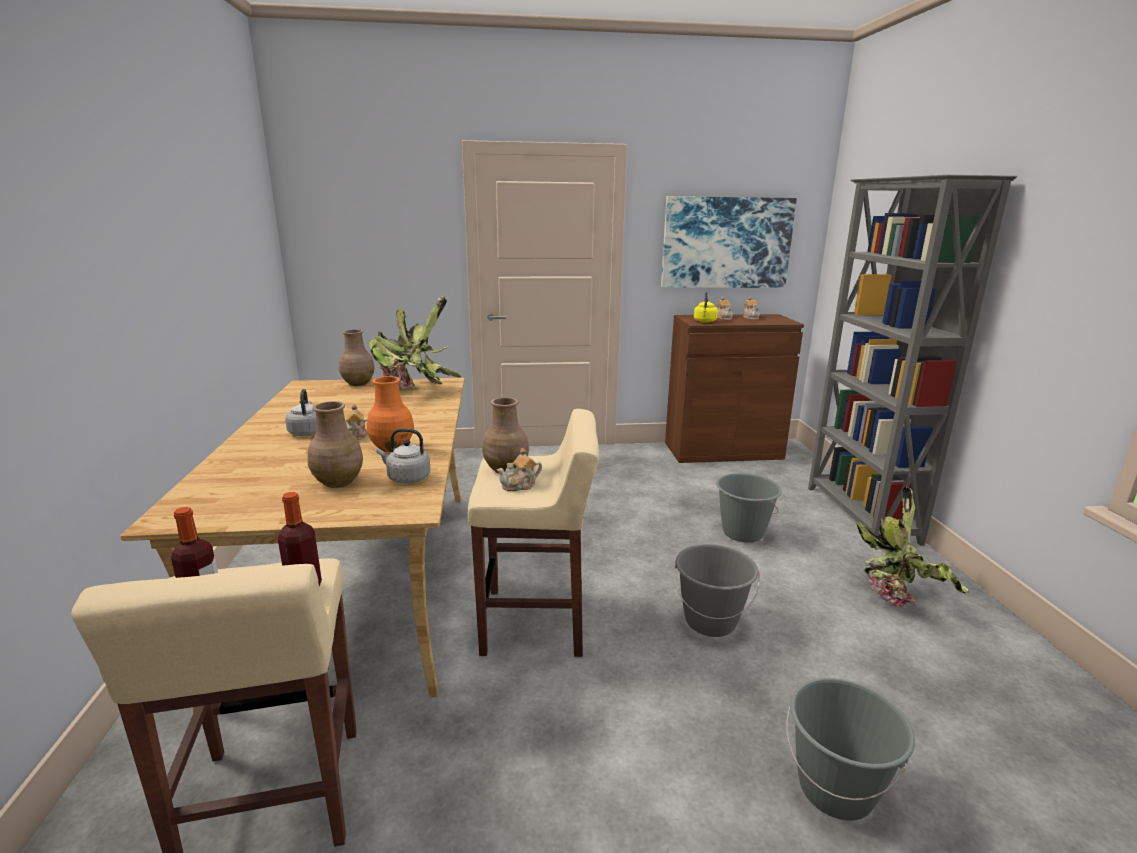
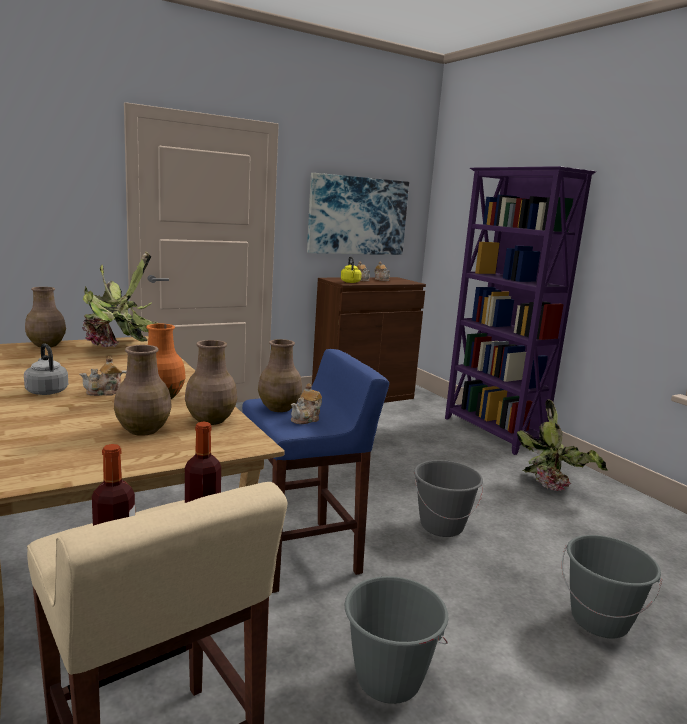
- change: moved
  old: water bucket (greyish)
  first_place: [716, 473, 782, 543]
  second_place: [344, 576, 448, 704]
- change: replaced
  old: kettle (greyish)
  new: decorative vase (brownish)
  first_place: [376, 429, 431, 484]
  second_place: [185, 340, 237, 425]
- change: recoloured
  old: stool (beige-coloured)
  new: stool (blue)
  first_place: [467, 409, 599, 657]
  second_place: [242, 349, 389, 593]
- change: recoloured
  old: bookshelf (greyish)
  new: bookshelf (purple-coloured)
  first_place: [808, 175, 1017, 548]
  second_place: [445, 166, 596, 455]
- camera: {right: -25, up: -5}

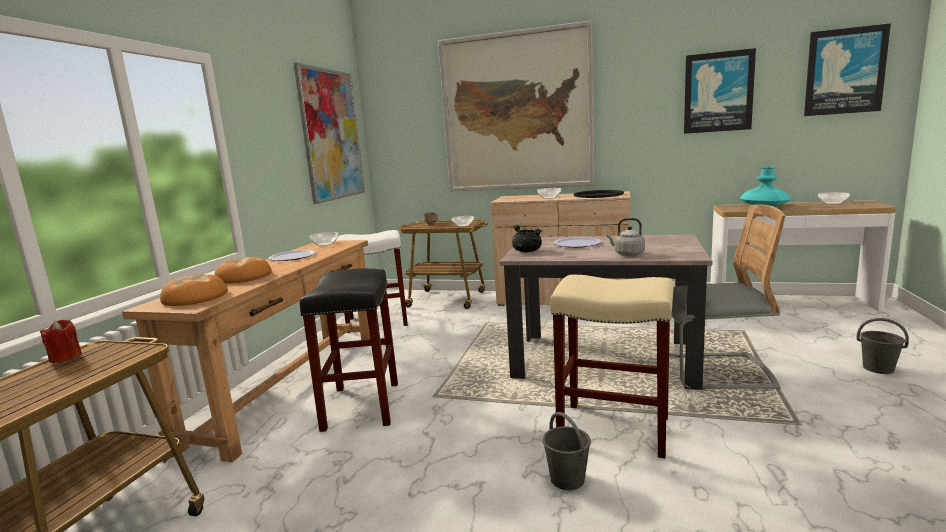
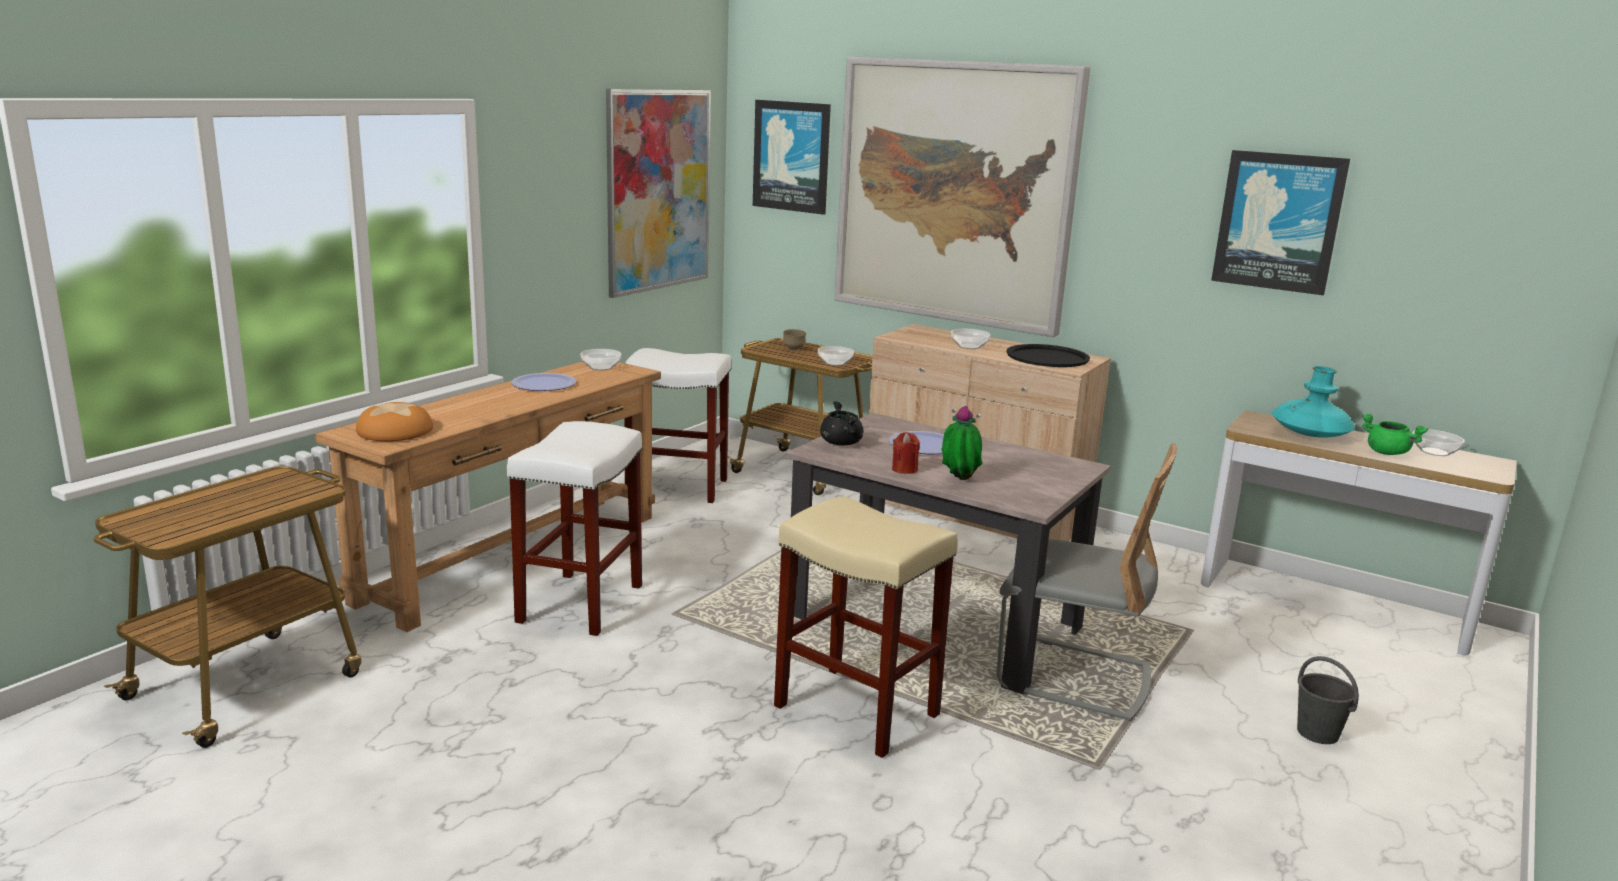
- change: removed
  old: baked bread
  first_place: [214, 257, 272, 284]
- change: removed
  old: water bucket (greyish)
  first_place: [542, 412, 591, 490]
- change: added
  new: stockpot (greenish)
  second_place: [1362, 414, 1428, 455]
- change: moved
  old: wax candle (red-coloured)
  first_place: [40, 320, 82, 363]
  second_place: [892, 432, 920, 474]
- change: moved
  old: wall picture
  first_place: [804, 23, 891, 116]
  second_place: [753, 100, 831, 215]
- change: replaced
  old: kettle (greyish)
  new: potted plant
  first_place: [607, 218, 645, 256]
  second_place: [941, 406, 982, 480]
- change: recoloured
  old: stool (blackish)
  new: stool (whitish)
  first_place: [300, 268, 398, 432]
  second_place: [507, 421, 643, 636]
- camera: {right: 15, up: 5}

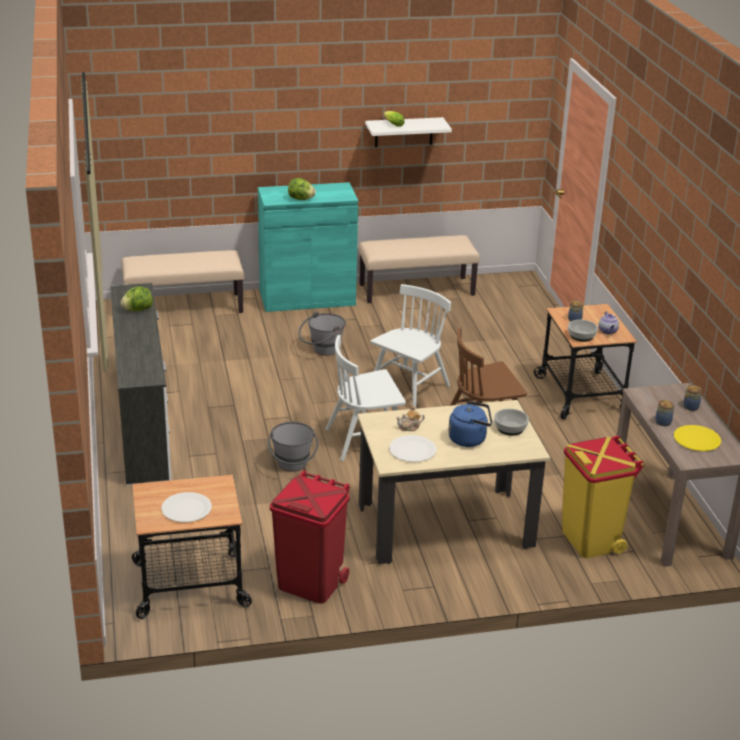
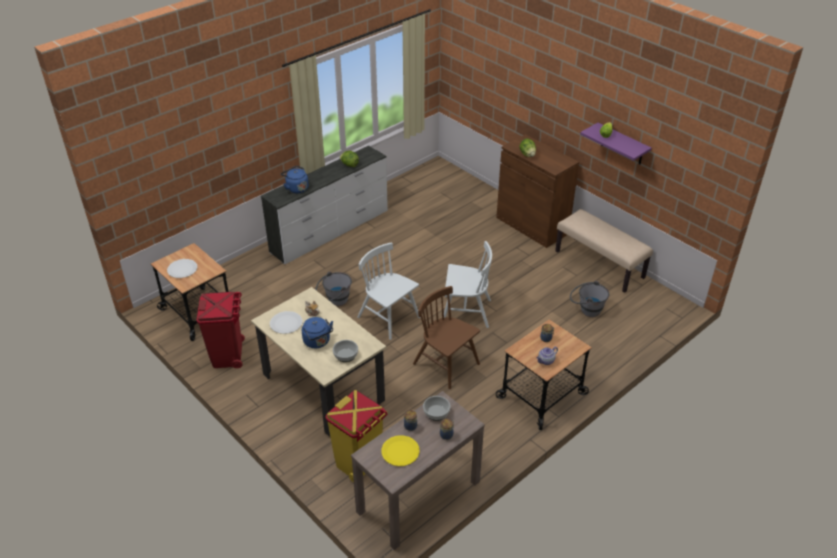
- change: removed
  old: indoor bench (beige-coloured)
  first_place: [122, 250, 244, 313]
- change: added
  new: kettle (blue)
  second_place: [281, 166, 309, 194]
- change: moved
  old: water bucket (greyish)
  first_place: [298, 311, 346, 356]
  second_place: [570, 281, 609, 317]
- change: moved
  old: serving bowl
  first_place: [568, 320, 598, 342]
  second_place: [423, 396, 451, 421]
- change: recoloured
  old: storage cabinet (turquoise)
  new: storage cabinet (brownish)
  first_place: [258, 182, 358, 312]
  second_place: [496, 134, 579, 248]
- change: recoloured
  old: bracket shelf (whitish)
  new: bracket shelf (purple-coloured)
  first_place: [365, 117, 452, 147]
  second_place: [580, 123, 652, 164]
- camera: {right: 60, up: 10}

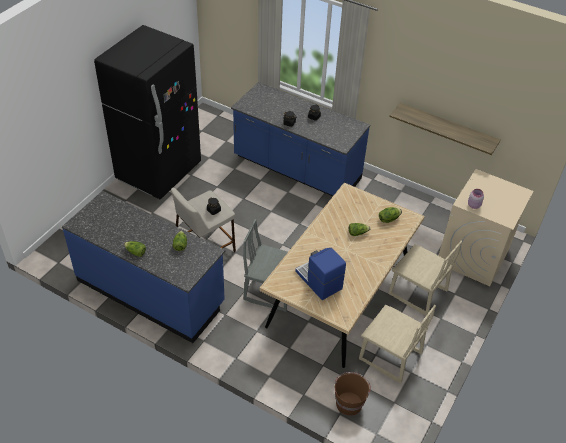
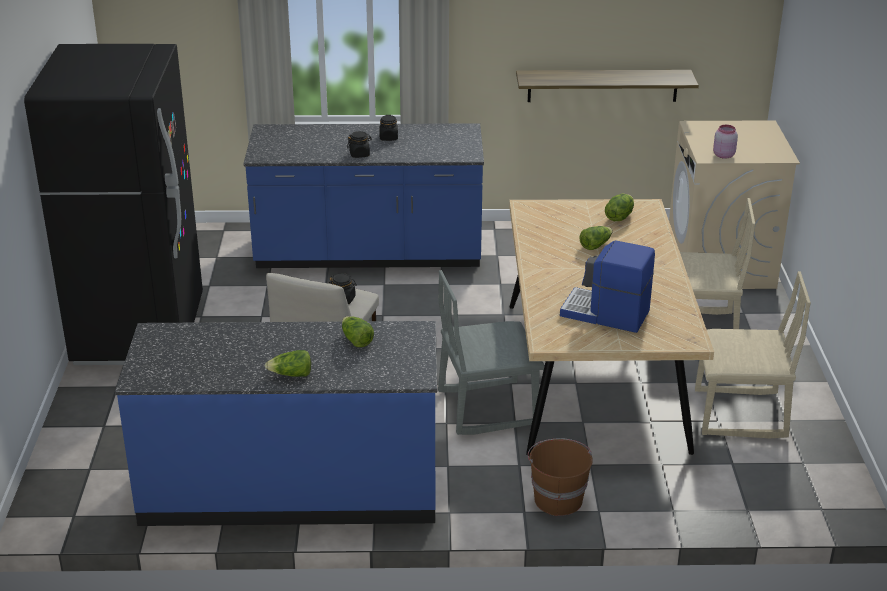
- change: moved
  old: water bucket (brownish)
  first_place: [335, 372, 371, 416]
  second_place: [528, 438, 593, 516]
- camera: {right: -30, up: -15}

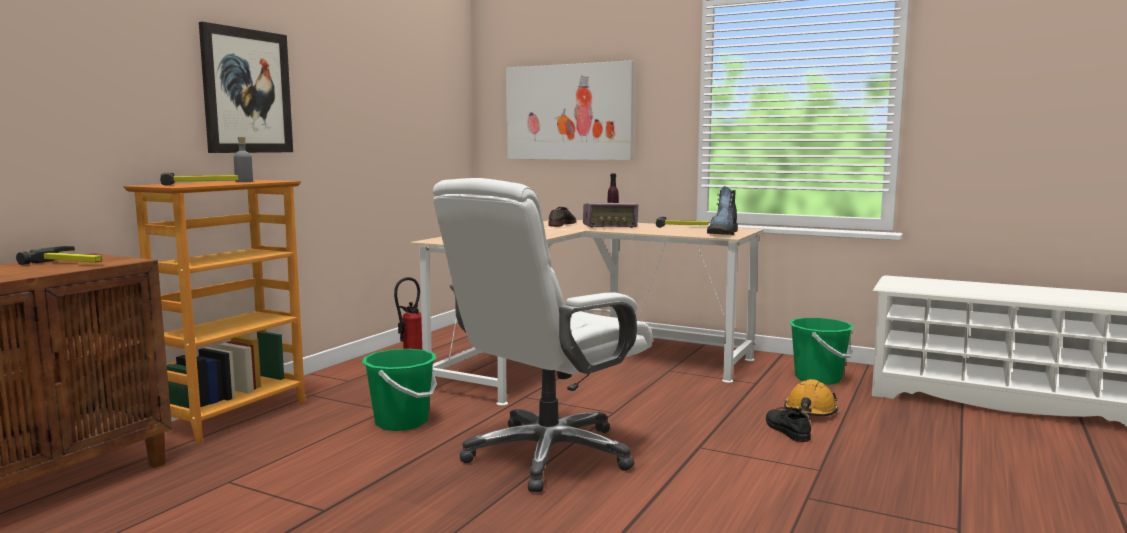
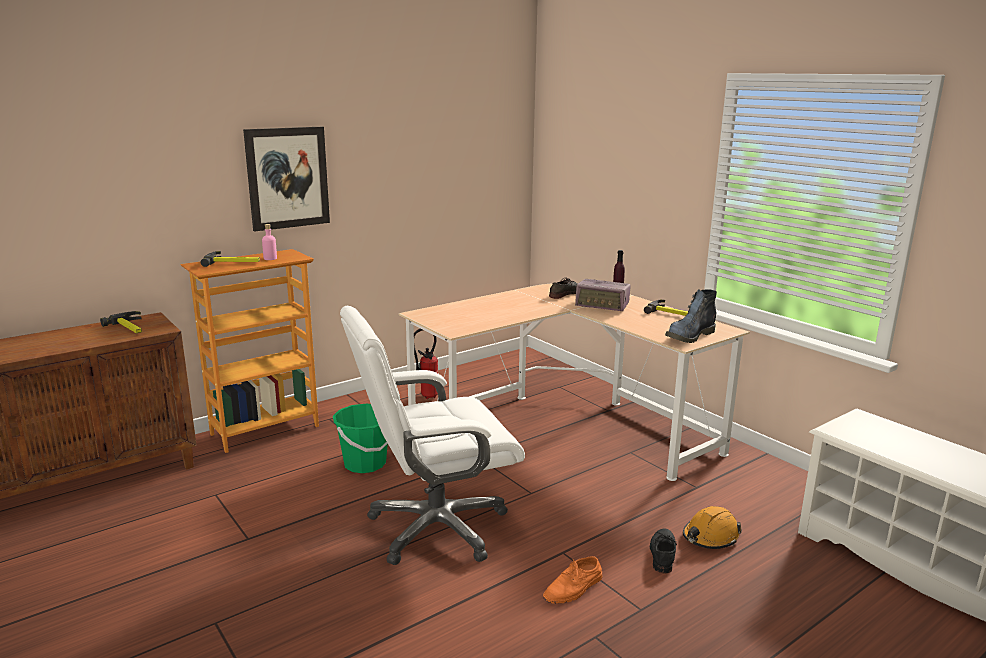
- change: removed
  old: wall picture
  first_place: [506, 60, 634, 160]
- change: removed
  old: water bucket (greenish)
  first_place: [789, 318, 854, 385]
- change: added
  new: shoe (orange)
  second_place: [543, 556, 602, 604]
- change: recoloured
  old: beverage bottle (greyish)
  new: beverage bottle (pink-coloured)
  first_place: [234, 137, 253, 182]
  second_place: [262, 224, 277, 260]
- camera: {right: 25, up: 10}

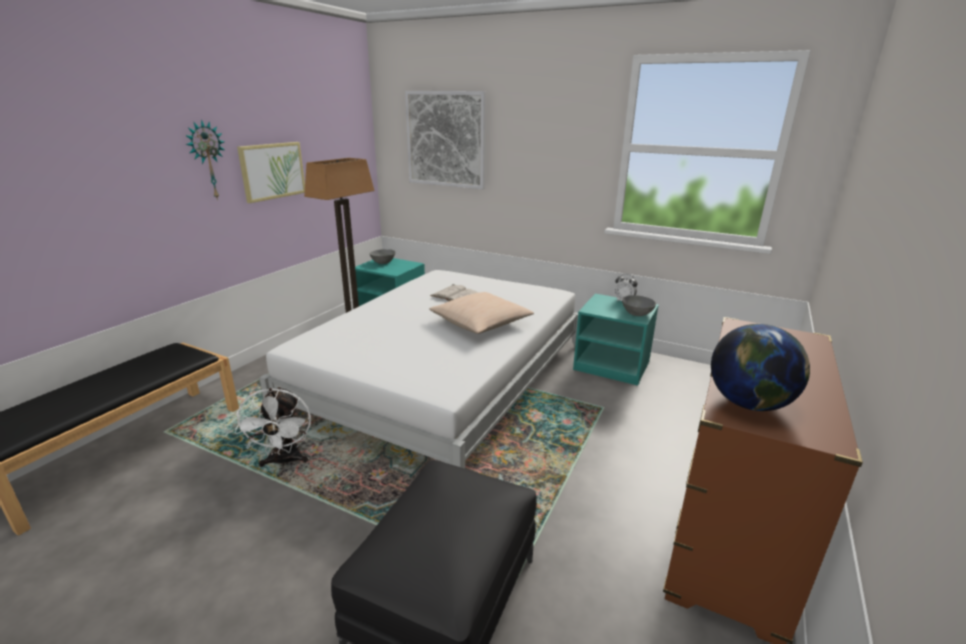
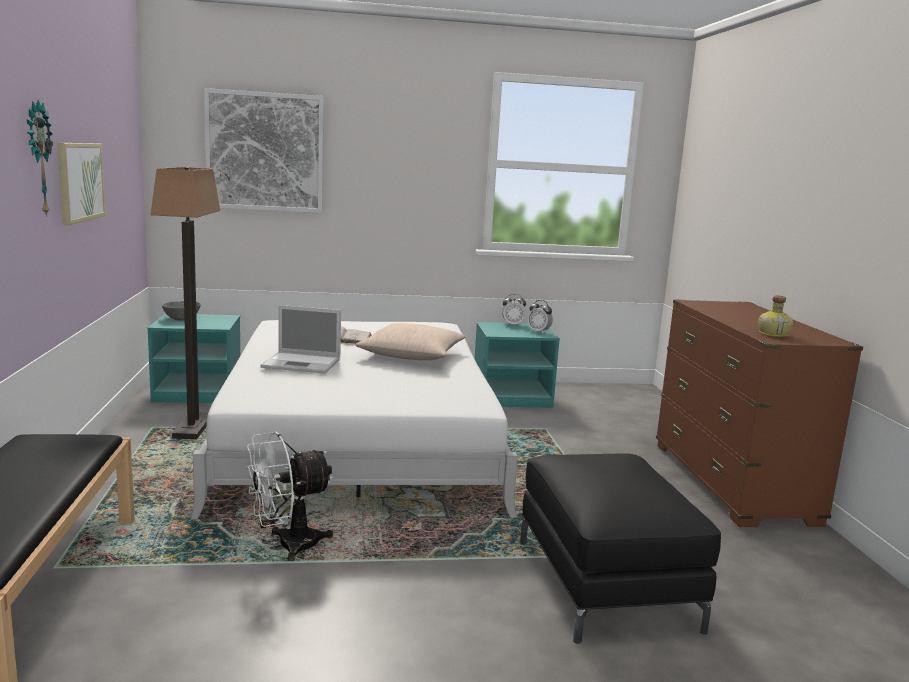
- change: added
  new: notebook computer
  second_place: [261, 305, 341, 373]
- change: replaced
  old: serving bowl (greyish)
  new: bedside clock
  first_place: [622, 295, 656, 316]
  second_place: [528, 300, 553, 334]
- change: replaced
  old: globe
  new: beverage bottle
  first_place: [711, 324, 810, 411]
  second_place: [758, 295, 793, 337]
- change: turned
  old: cooling fan (whitish)
  first_place: [234, 386, 311, 467]
  second_place: [246, 432, 333, 561]
  degrees: 105
- camera: {right: -35, up: -10}

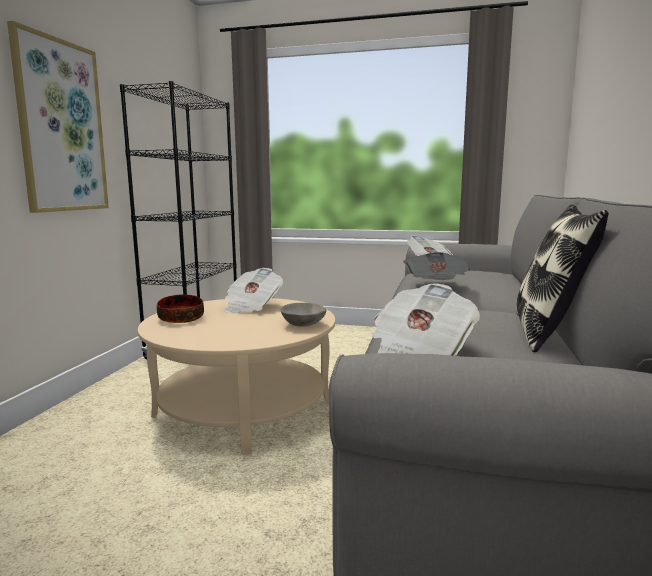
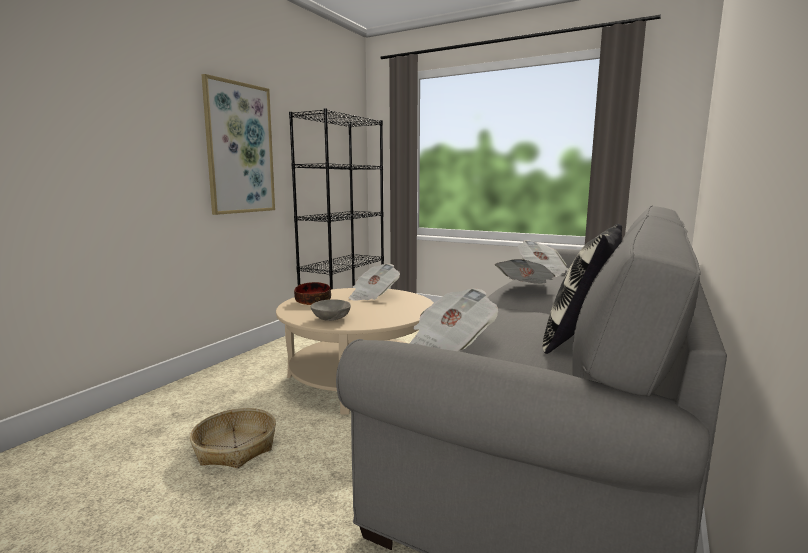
- change: added
  new: storage basket
  second_place: [190, 408, 276, 468]
- change: moved
  old: serving bowl (greyish)
  first_place: [280, 303, 326, 327]
  second_place: [311, 299, 351, 321]
- camera: {right: 15, up: 0}

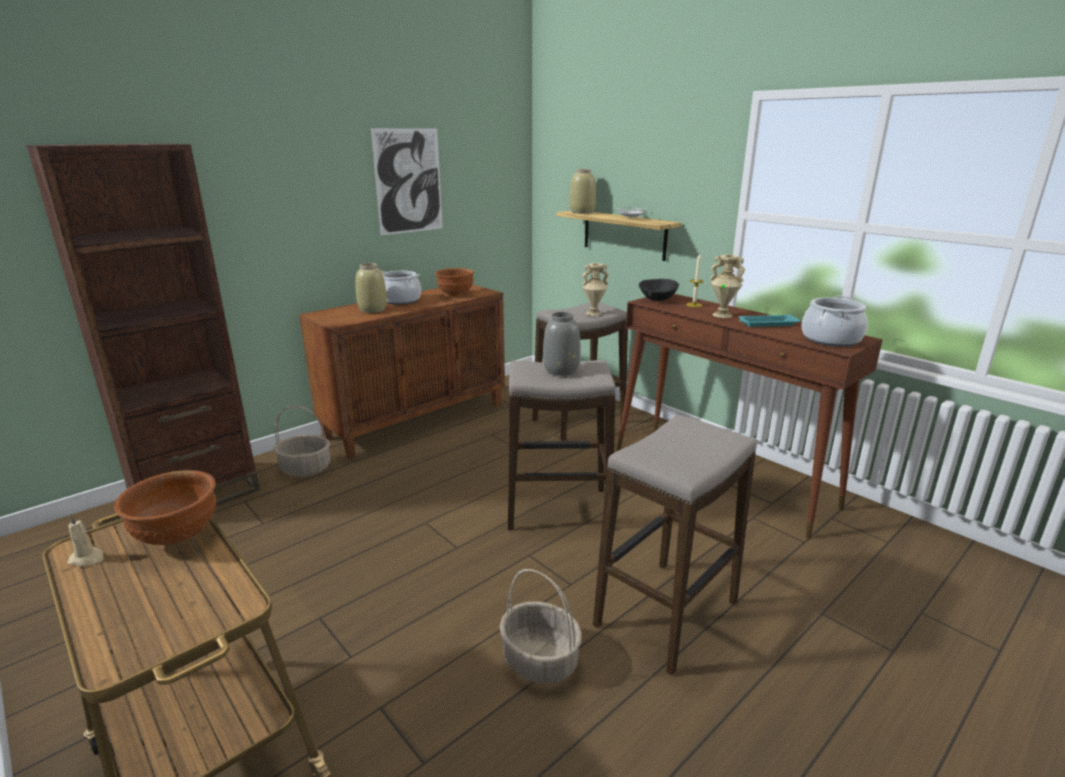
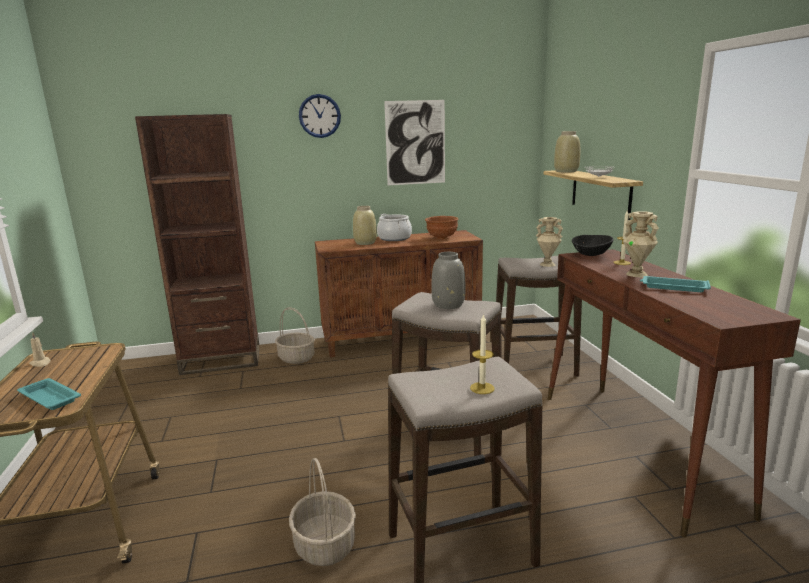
- change: removed
  old: serving bowl (brownish)
  first_place: [114, 470, 216, 545]
- change: removed
  old: stockpot
  first_place: [802, 295, 868, 347]
- change: added
  new: carrying tray (turquoise)
  second_place: [17, 378, 81, 410]
- change: added
  new: wall clock
  second_place: [299, 94, 341, 138]
- change: added
  new: wax candle
  second_place: [470, 314, 495, 394]
- camera: {right: 30, up: -5}

